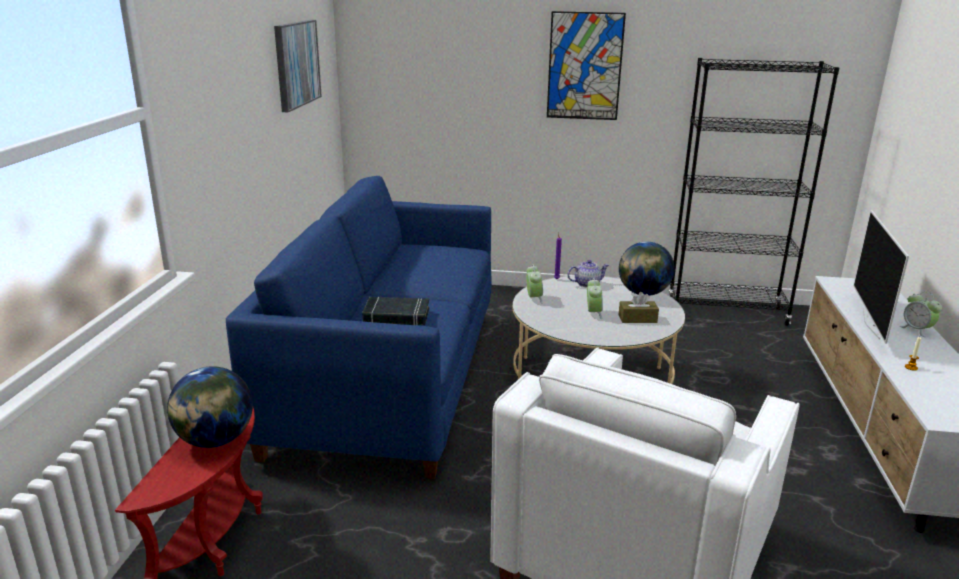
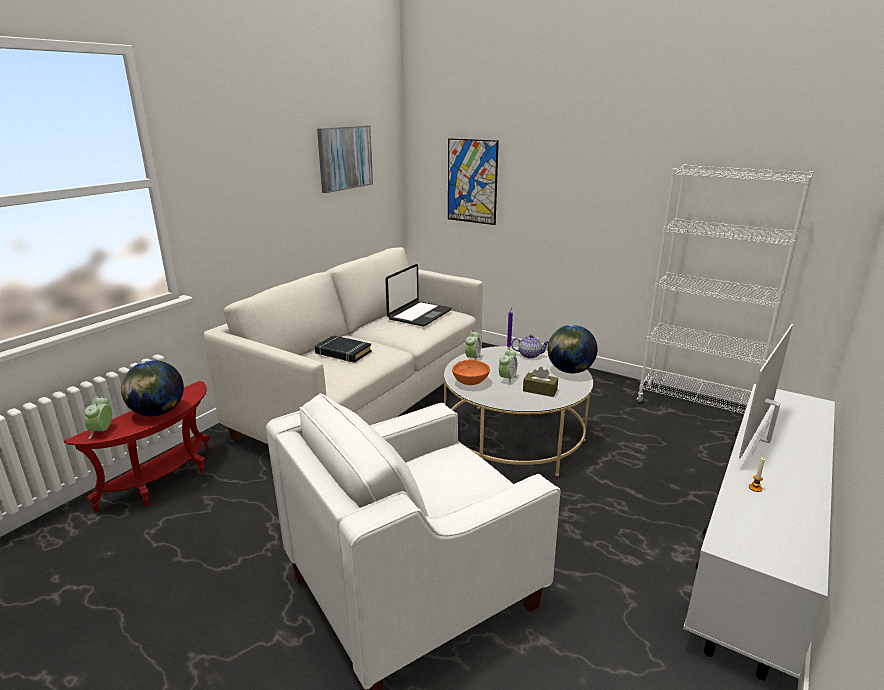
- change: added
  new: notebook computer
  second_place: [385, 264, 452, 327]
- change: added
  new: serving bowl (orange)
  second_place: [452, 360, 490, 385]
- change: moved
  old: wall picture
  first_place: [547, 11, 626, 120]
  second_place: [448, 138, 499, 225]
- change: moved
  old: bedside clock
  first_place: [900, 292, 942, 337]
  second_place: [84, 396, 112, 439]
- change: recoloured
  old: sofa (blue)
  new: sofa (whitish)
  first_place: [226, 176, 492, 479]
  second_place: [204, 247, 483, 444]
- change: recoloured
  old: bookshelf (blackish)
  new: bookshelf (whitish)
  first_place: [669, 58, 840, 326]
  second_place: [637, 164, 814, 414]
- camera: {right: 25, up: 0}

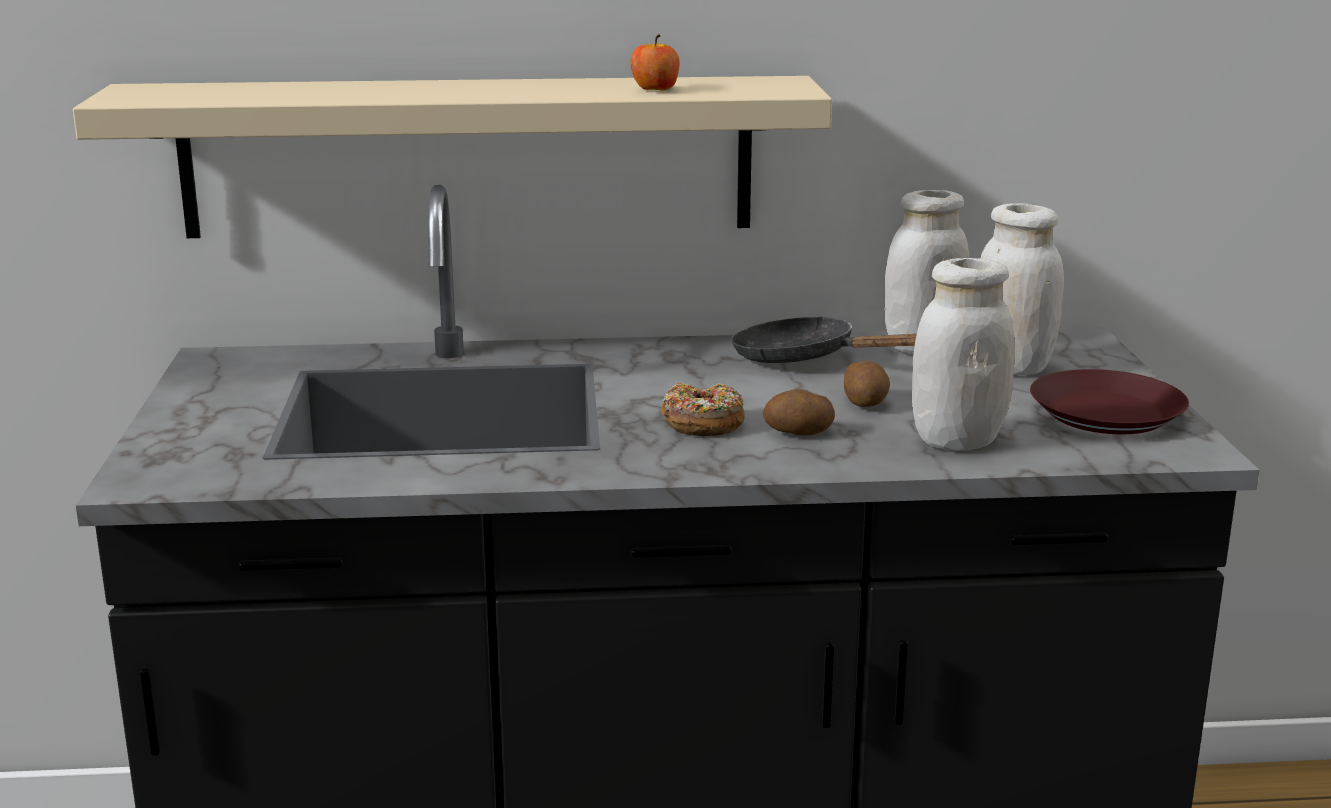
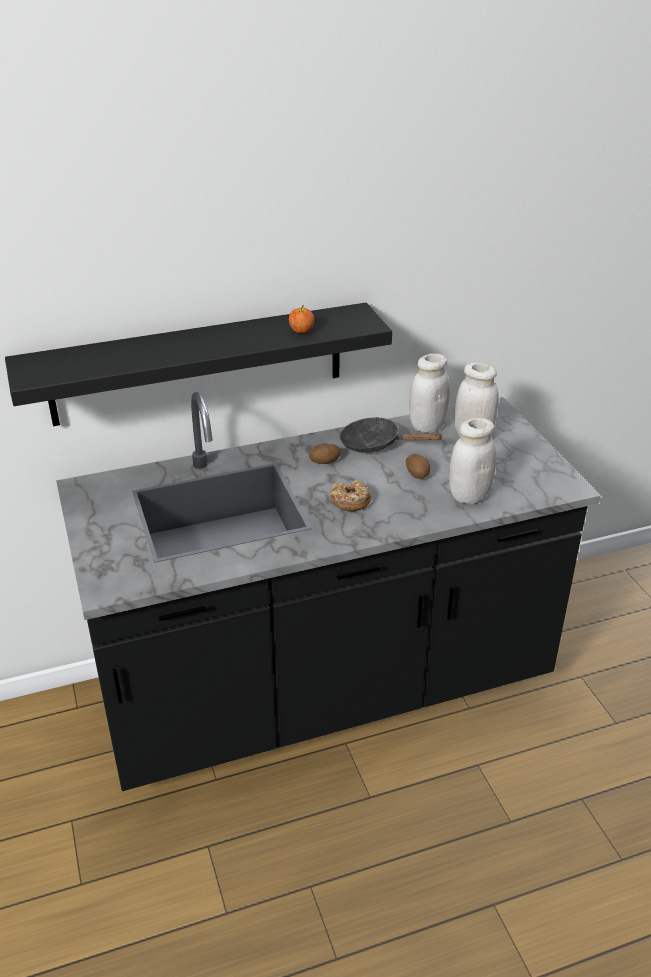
- change: removed
  old: dinner plate (brownish)
  first_place: [1030, 369, 1189, 434]
- change: moved
  old: potato
  first_place: [763, 389, 835, 435]
  second_place: [309, 444, 340, 464]
- change: recoloured
  old: bracket shelf (beige-coloured)
  new: bracket shelf (blackish)
  first_place: [73, 76, 832, 238]
  second_place: [5, 303, 392, 426]
- camera: {right: -15, up: 15}

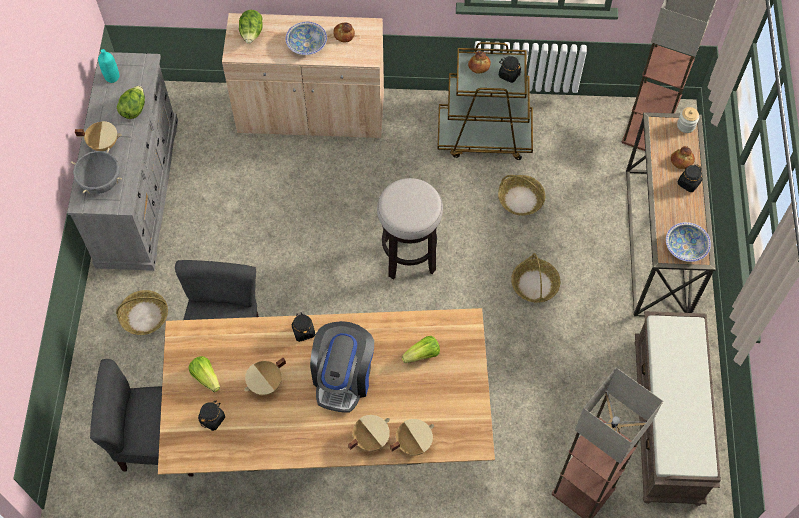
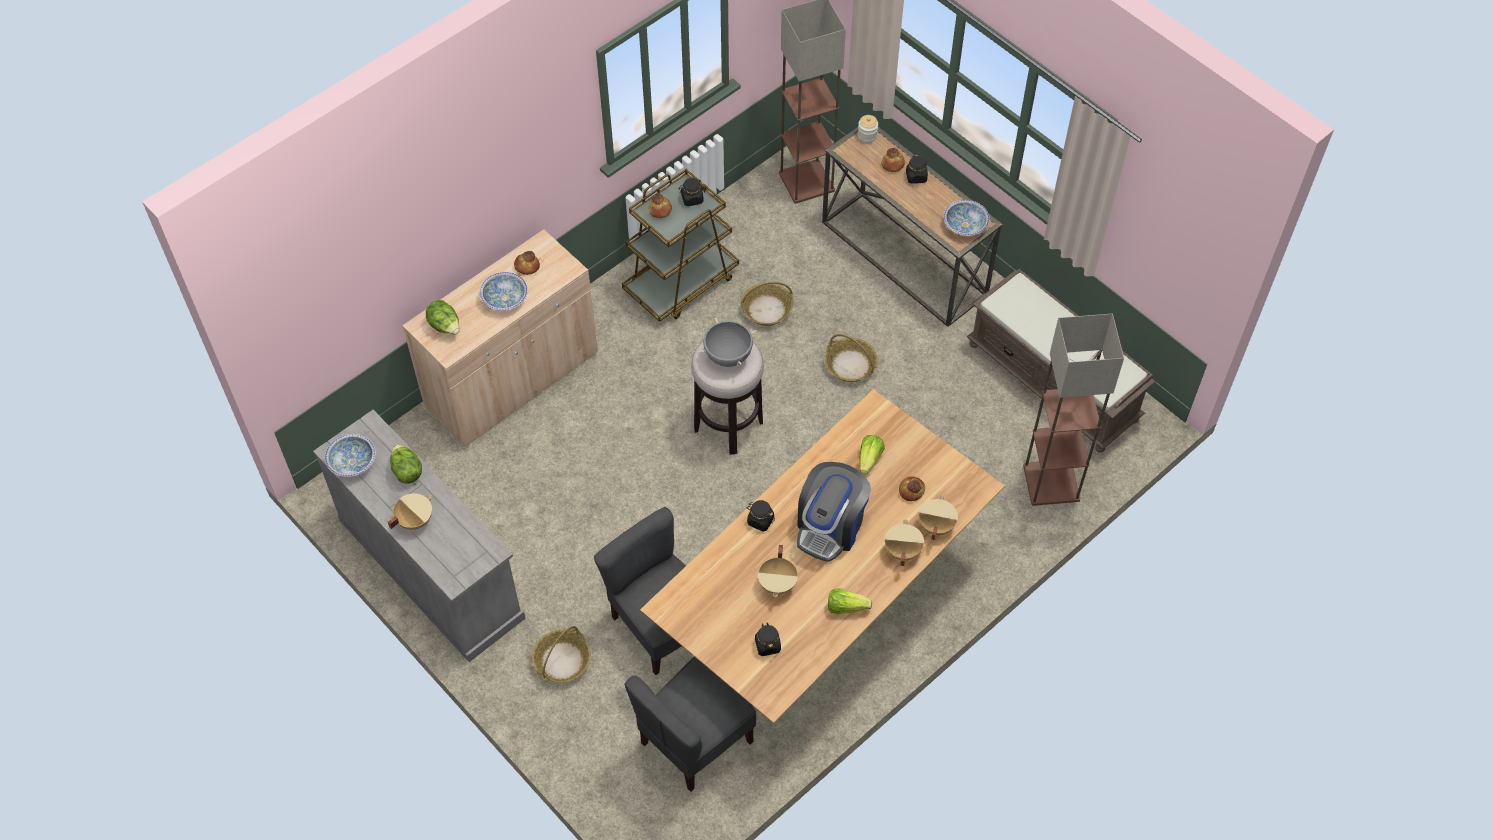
- change: added
  new: baked bread
  second_place: [899, 476, 925, 501]
- change: moved
  old: stockpot (greyish)
  first_place: [71, 148, 122, 194]
  second_place: [700, 318, 756, 367]
- change: moved
  old: head of lettuce
  first_place: [188, 356, 220, 392]
  second_place: [828, 588, 872, 614]
- change: replaced
  old: beverage bottle (turquoise)
  new: serving bowl
  first_place: [98, 49, 119, 83]
  second_place: [325, 434, 376, 477]
- change: turned
  old: coffee maker
  first_place: [310, 321, 374, 413]
  second_place: [797, 462, 871, 562]
  degrees: 60
- camera: {right: -45, up: -5}

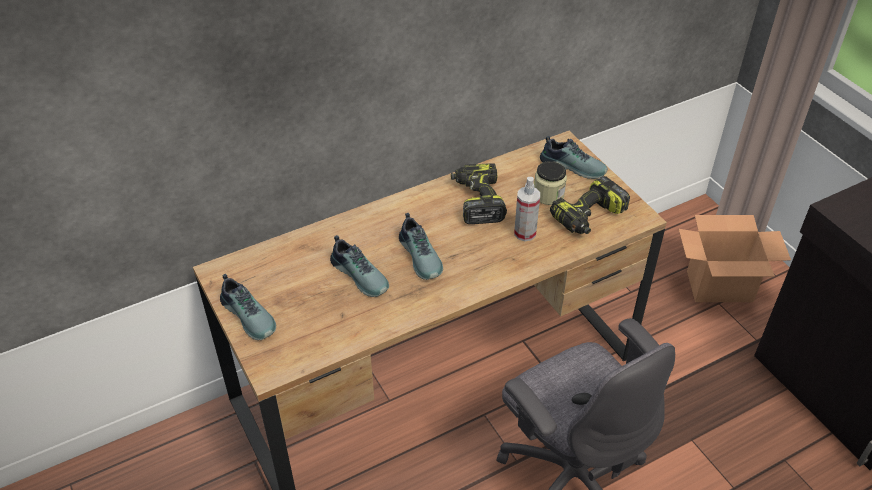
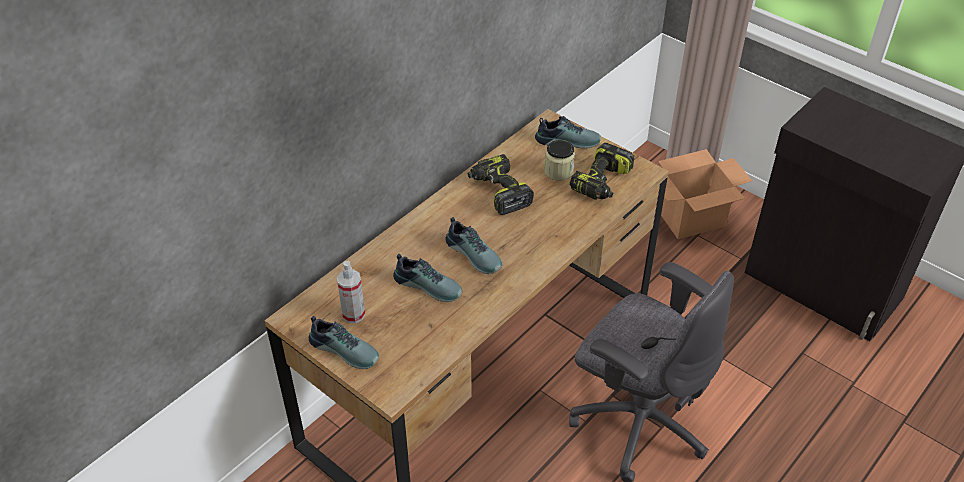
- change: moved
  old: hand sprayer
  first_place: [514, 177, 540, 241]
  second_place: [337, 261, 365, 323]
- camera: {right: -20, up: 0}

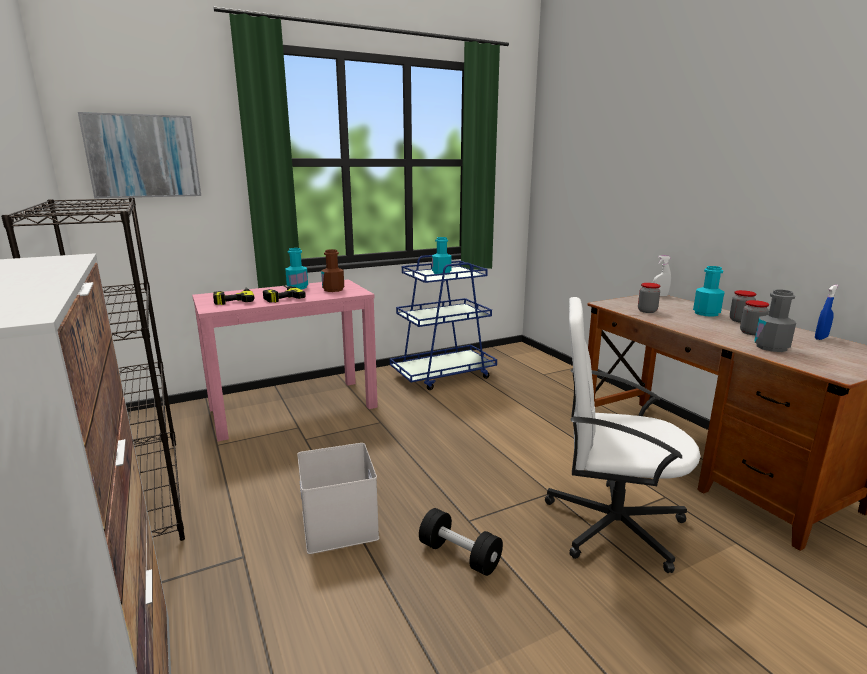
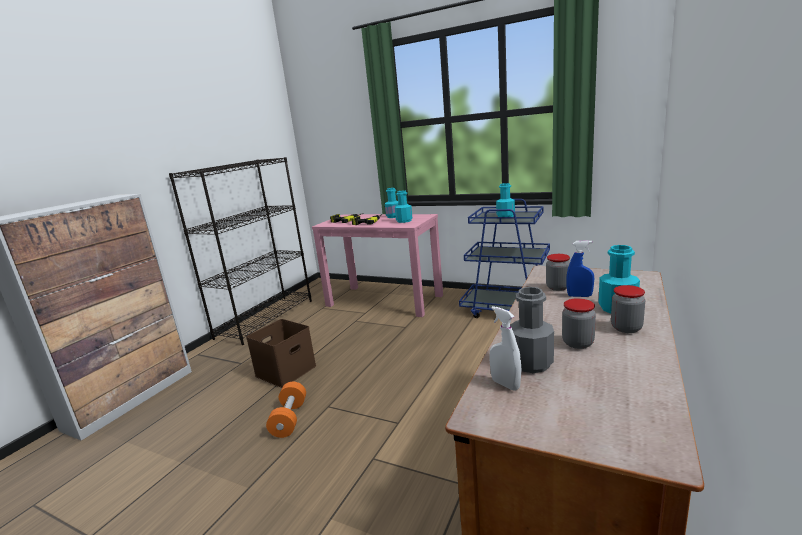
- change: removed
  old: wall picture
  first_place: [78, 112, 201, 198]
- change: removed
  old: desk chair (whitish)
  first_place: [545, 297, 701, 573]
- change: moved
  old: hand sprayer (whitish)
  first_place: [653, 256, 671, 296]
  second_place: [490, 306, 522, 391]
- change: moved
  old: hand sprayer (blue)
  first_place: [815, 285, 838, 340]
  second_place: [566, 240, 594, 297]
- change: recoloured
  old: storage container (whitish)
  new: storage container (brownish)
  first_place: [297, 443, 379, 554]
  second_place: [246, 319, 316, 388]
- change: recoloured
  old: beverage bottle (brownish)
  new: beverage bottle (turquoise)
  first_place: [321, 249, 344, 292]
  second_place: [395, 190, 412, 223]
- change: recoloured
  old: hand weight (blackish)
  new: hand weight (orange)
  first_place: [419, 508, 503, 576]
  second_place: [266, 382, 306, 438]
- camera: {right: 55, up: 0}

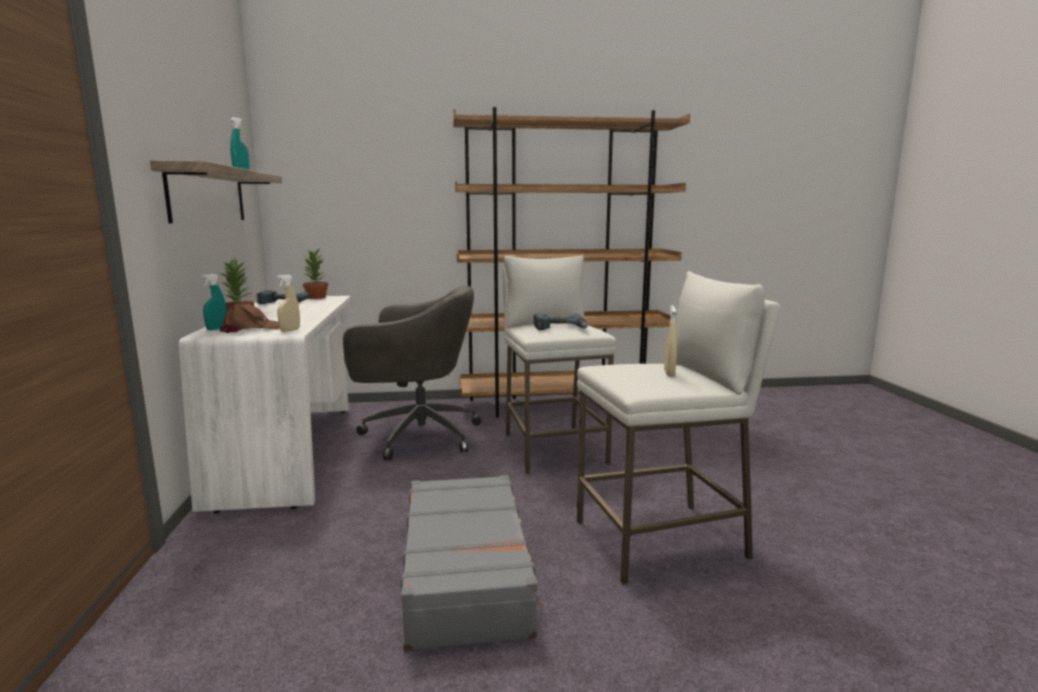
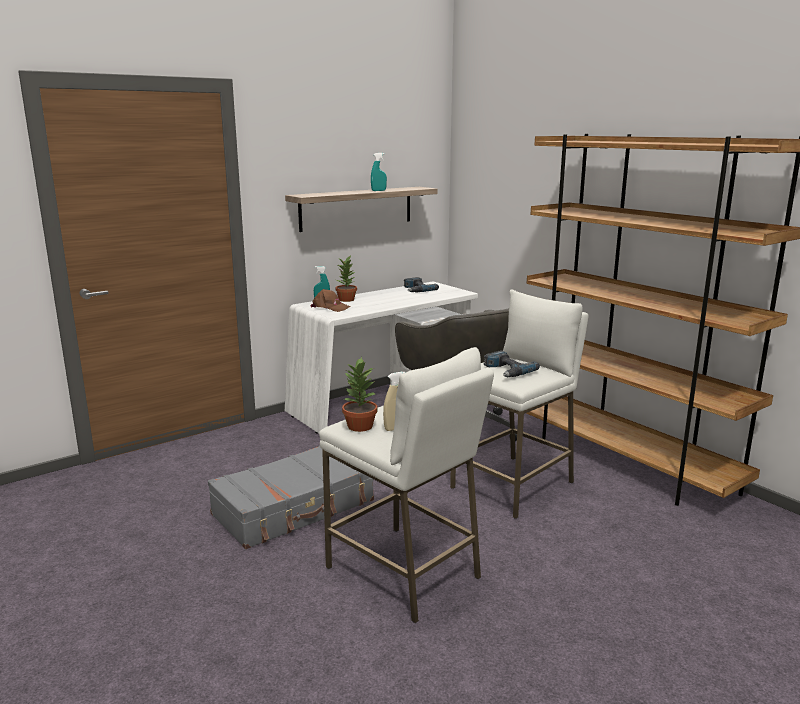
- change: removed
  old: hand sprayer (beige-coloured)
  first_place: [277, 275, 300, 332]
- change: moved
  old: potted plant
  first_place: [302, 249, 328, 299]
  second_place: [342, 357, 377, 432]
- camera: {right: 60, up: 5}

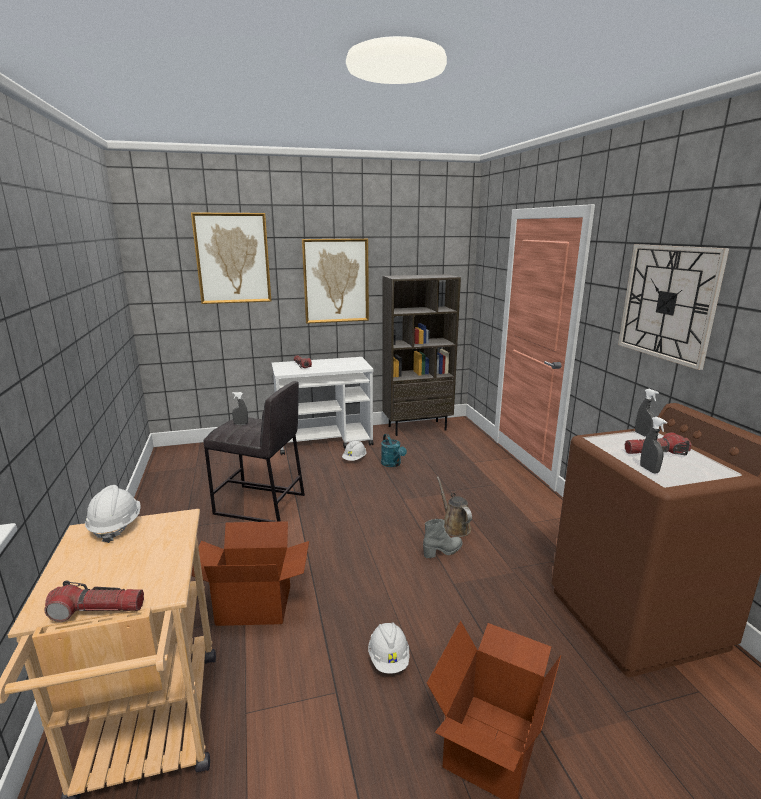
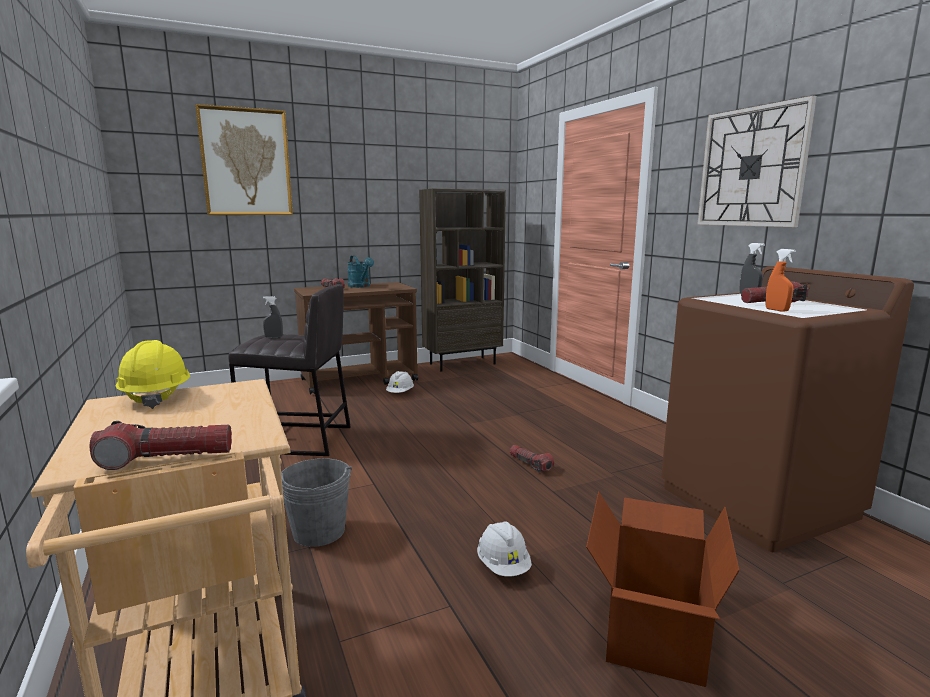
- change: removed
  old: wall picture
  first_place: [302, 239, 369, 324]
- change: removed
  old: watering pot (brownish)
  first_place: [437, 476, 472, 537]
- change: moved
  old: watering pot (turquoise)
  first_place: [381, 434, 407, 467]
  second_place: [347, 255, 374, 288]
- change: replaced
  old: cardboard box
  new: water bucket (greyish)
  first_place: [191, 521, 309, 626]
  second_place: [281, 458, 352, 547]
- change: replaced
  old: tall boot (greyish)
  new: torch
  first_place: [423, 519, 462, 558]
  second_place: [510, 445, 554, 473]
- change: recoloured
  old: hard hat (whitish)
  new: hard hat (yellowish)
  first_place: [85, 485, 141, 543]
  second_place: [115, 340, 190, 409]
- change: recoloured
  old: cart (whitish)
  new: cart (brownish)
  first_place: [272, 357, 374, 455]
  second_place: [294, 282, 418, 395]
- change: recoloured
  old: hand sprayer (greyish)
  new: hand sprayer (orange)
  first_place: [640, 417, 667, 474]
  second_place: [766, 249, 796, 311]
- camera: {right: -10, up: -5}

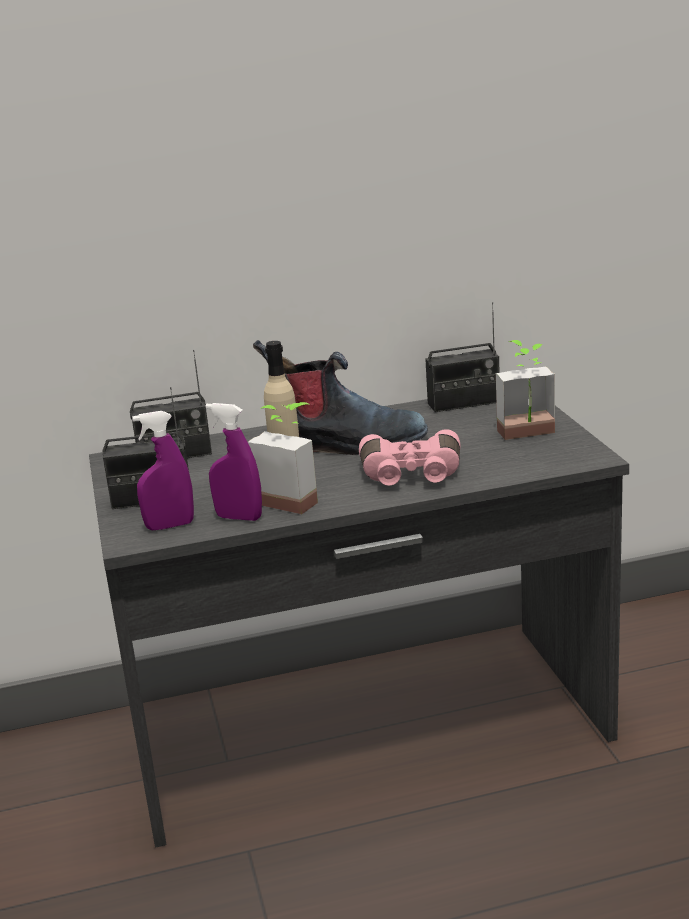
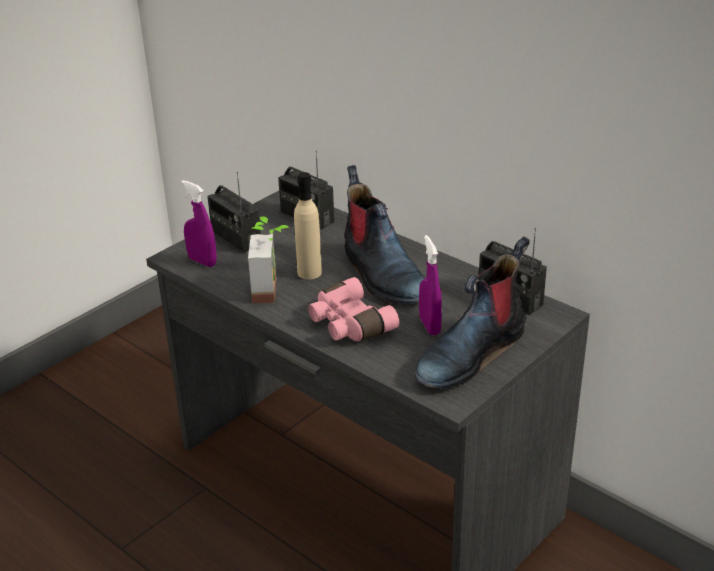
- change: moved
  old: hand sprayer (purple-coloured)
  first_place: [206, 403, 262, 521]
  second_place: [419, 235, 442, 335]
- change: replaced
  old: potted plant
  new: tall boot
  first_place: [496, 340, 555, 440]
  second_place: [415, 237, 530, 389]
- camera: {right: 55, up: 10}

